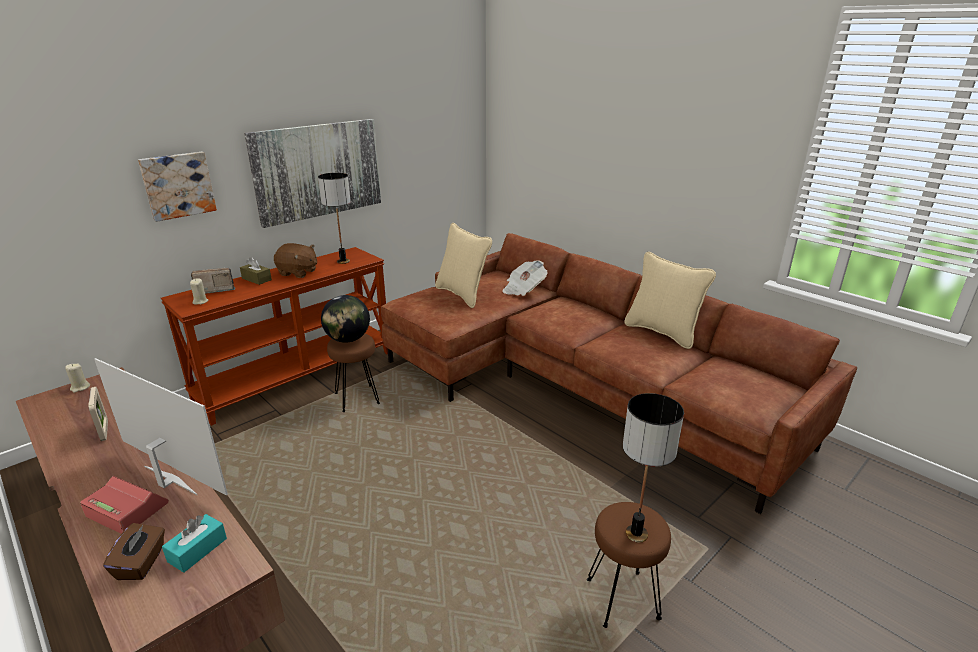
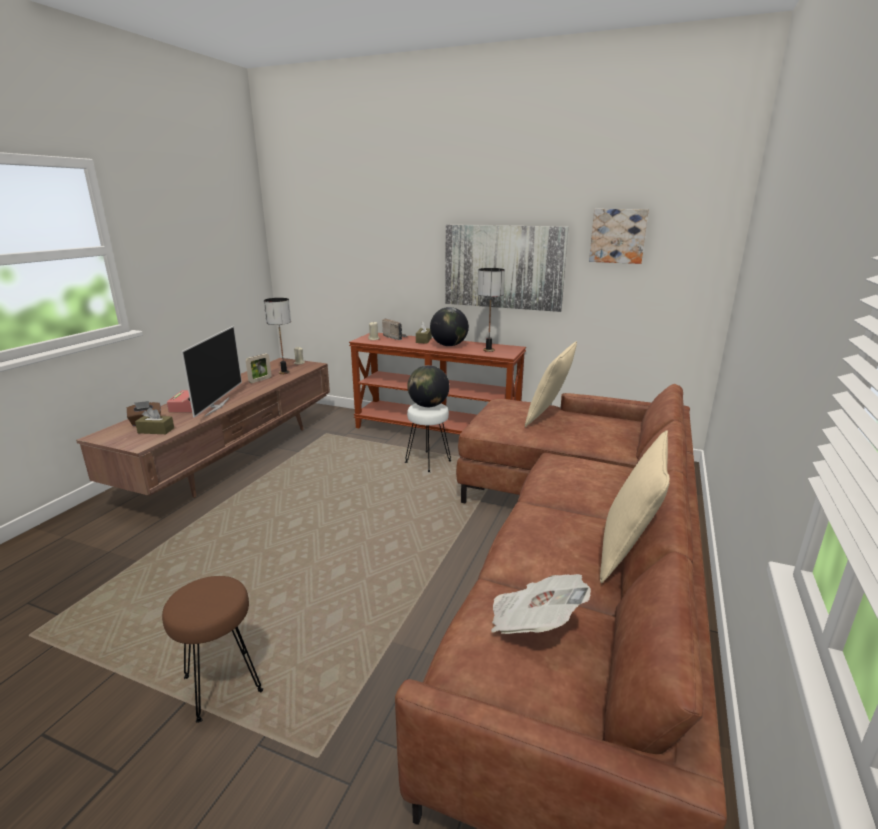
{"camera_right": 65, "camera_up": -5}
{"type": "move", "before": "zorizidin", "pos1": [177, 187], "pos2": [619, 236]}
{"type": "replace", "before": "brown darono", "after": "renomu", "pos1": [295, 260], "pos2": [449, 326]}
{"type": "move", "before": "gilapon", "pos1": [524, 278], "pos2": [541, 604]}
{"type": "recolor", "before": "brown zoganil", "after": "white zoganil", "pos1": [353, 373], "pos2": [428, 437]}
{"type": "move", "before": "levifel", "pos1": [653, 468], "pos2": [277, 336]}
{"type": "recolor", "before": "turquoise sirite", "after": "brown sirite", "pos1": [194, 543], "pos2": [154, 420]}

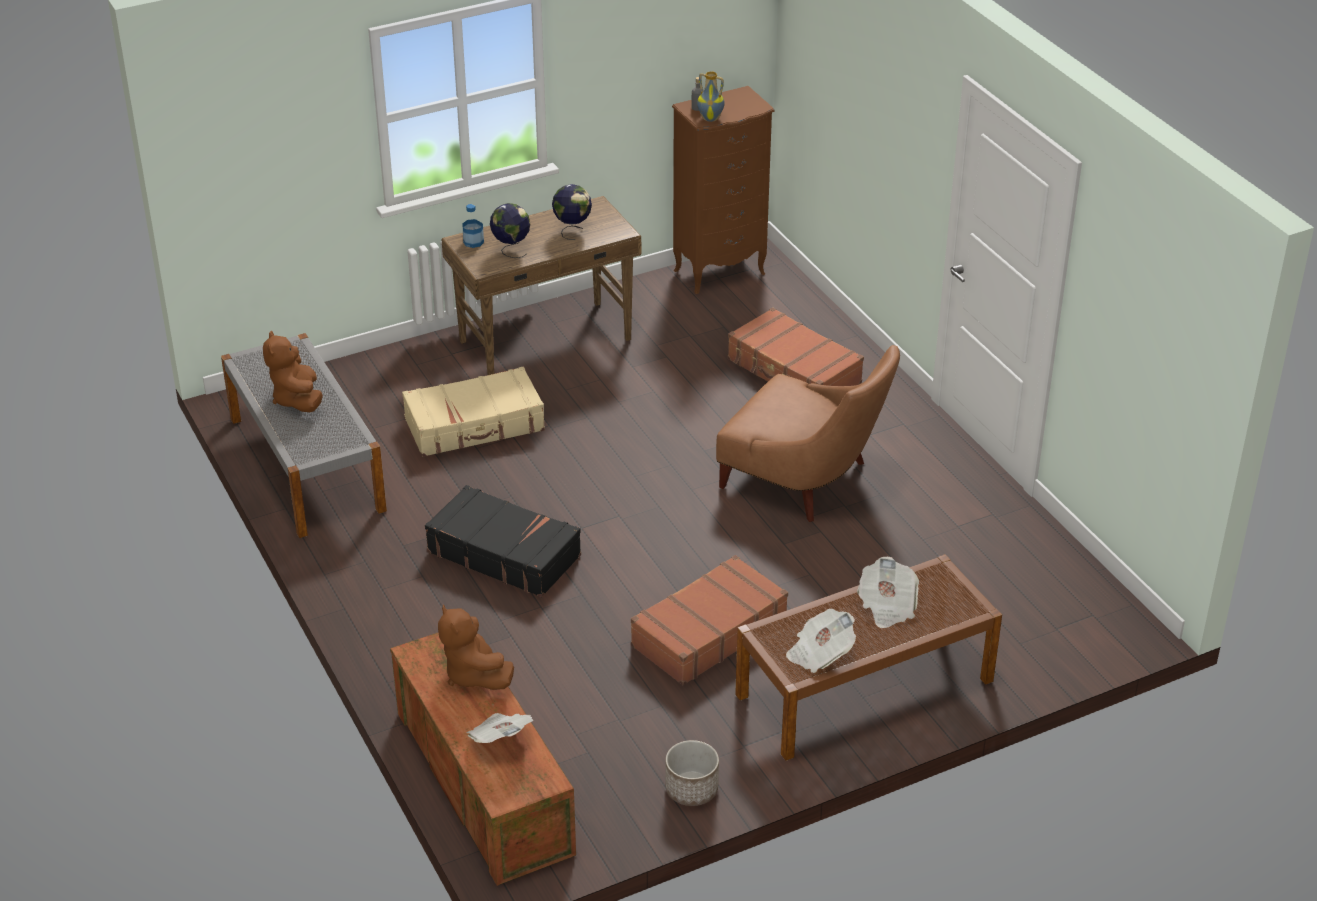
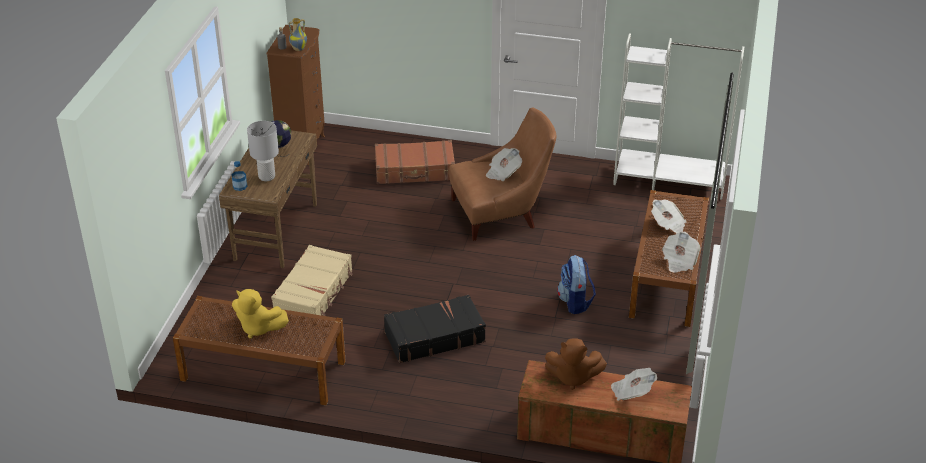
{"camera_right": -50, "camera_up": 0}
{"type": "replace", "before": "renomu", "after": "grey levifel", "pos1": [510, 230], "pos2": [263, 151]}
{"type": "recolor", "before": "brown darono", "after": "yellow darono", "pos1": [293, 371], "pos2": [260, 314]}
{"type": "recolor", "before": "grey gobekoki", "after": "brown gobekoki", "pos1": [304, 435], "pos2": [259, 350]}
{"type": "replace", "before": "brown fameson", "after": "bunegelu", "pos1": [709, 620], "pos2": [576, 284]}
{"type": "delete", "before": "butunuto", "pos1": [692, 773]}
{"type": "insert", "after": "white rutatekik", "pos2": [678, 116]}
{"type": "insert", "after": "gilapon", "pos2": [504, 164]}

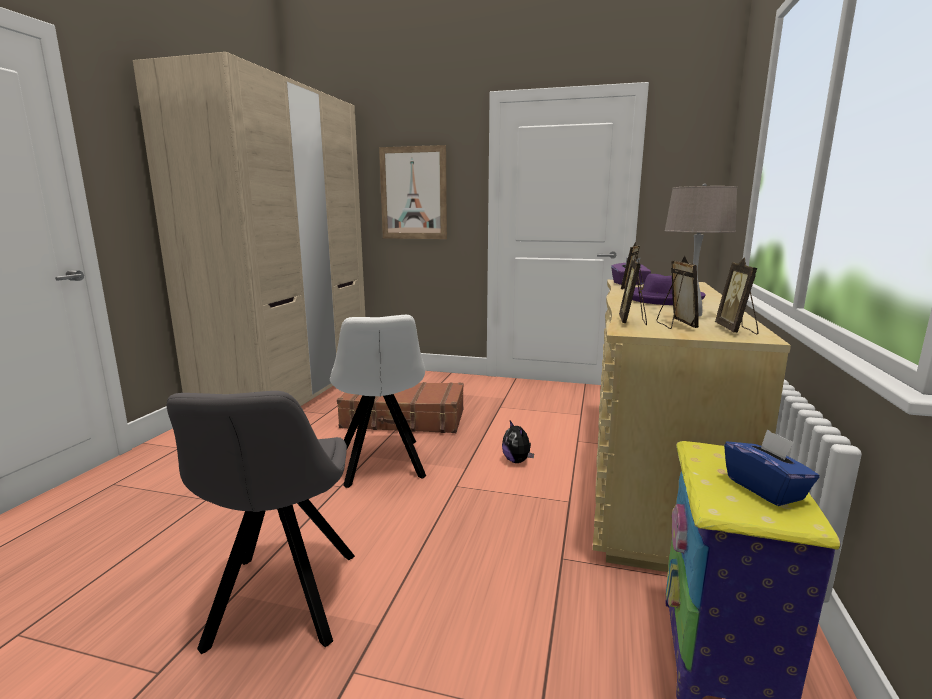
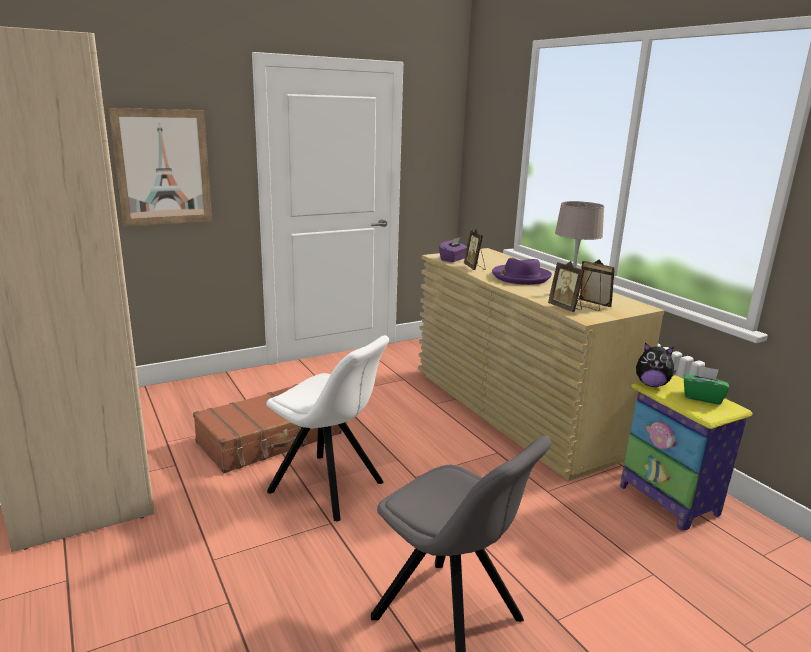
{"camera_right": -45, "camera_up": 5}
{"type": "delete", "before": "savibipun", "pos1": [737, 295]}
{"type": "move", "before": "darono", "pos1": [518, 442], "pos2": [656, 365]}
{"type": "recolor", "before": "blue sirite", "after": "green sirite", "pos1": [771, 467], "pos2": [706, 385]}

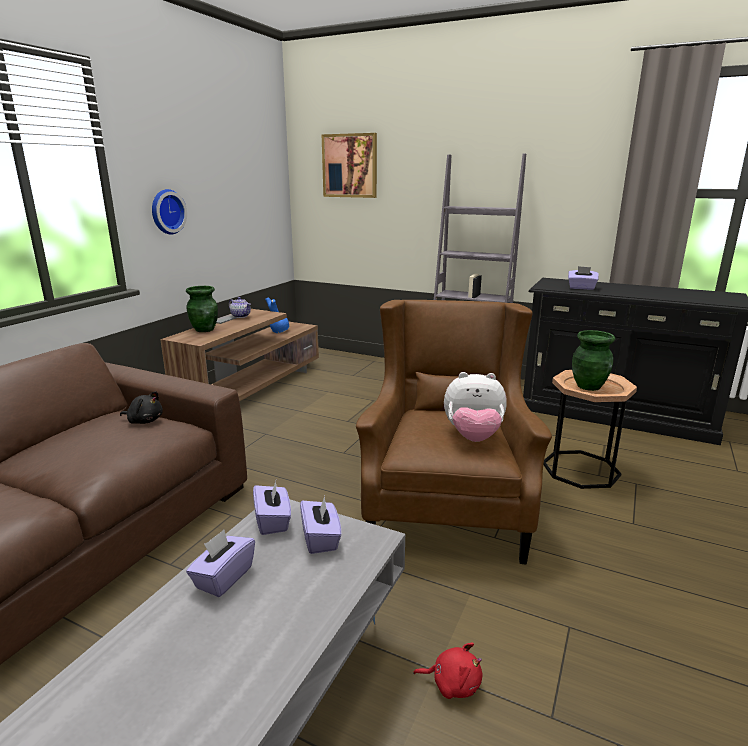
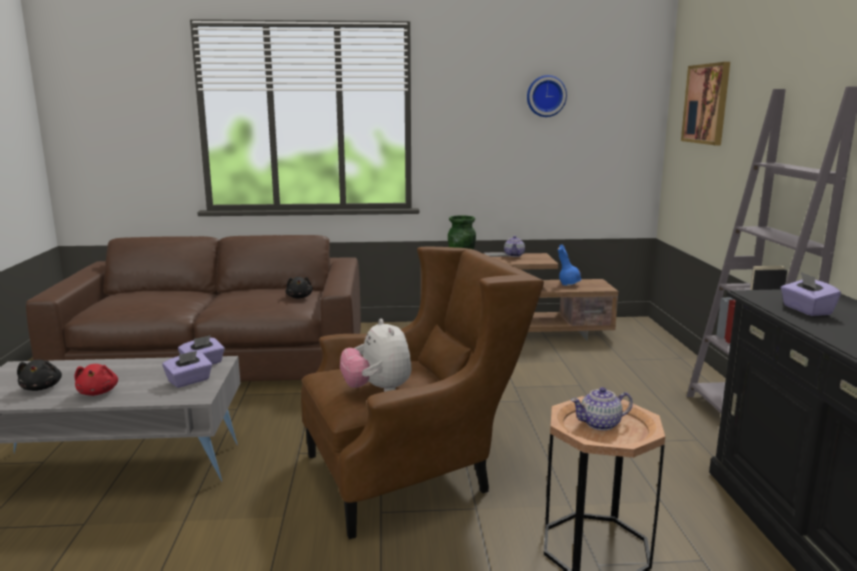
{"camera_right": 60, "camera_up": -5}
{"type": "move", "before": "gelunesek", "pos1": [169, 212], "pos2": [547, 96]}
{"type": "replace", "before": "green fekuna", "after": "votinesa", "pos1": [593, 360], "pos2": [602, 409]}
{"type": "delete", "before": "purple sirite", "pos1": [220, 563]}
{"type": "move", "before": "red darono", "pos1": [447, 671], "pos2": [96, 380]}
{"type": "insert", "after": "black darono", "pos2": [39, 375]}

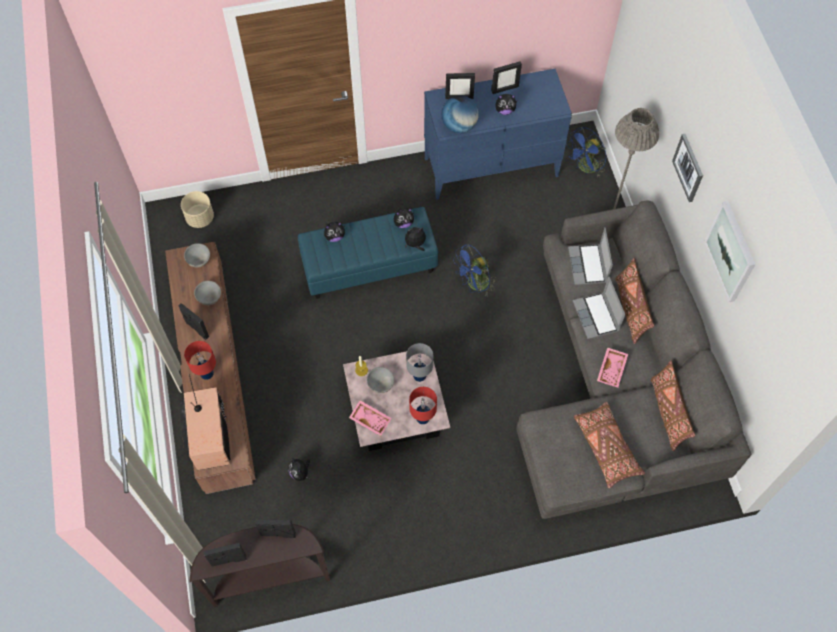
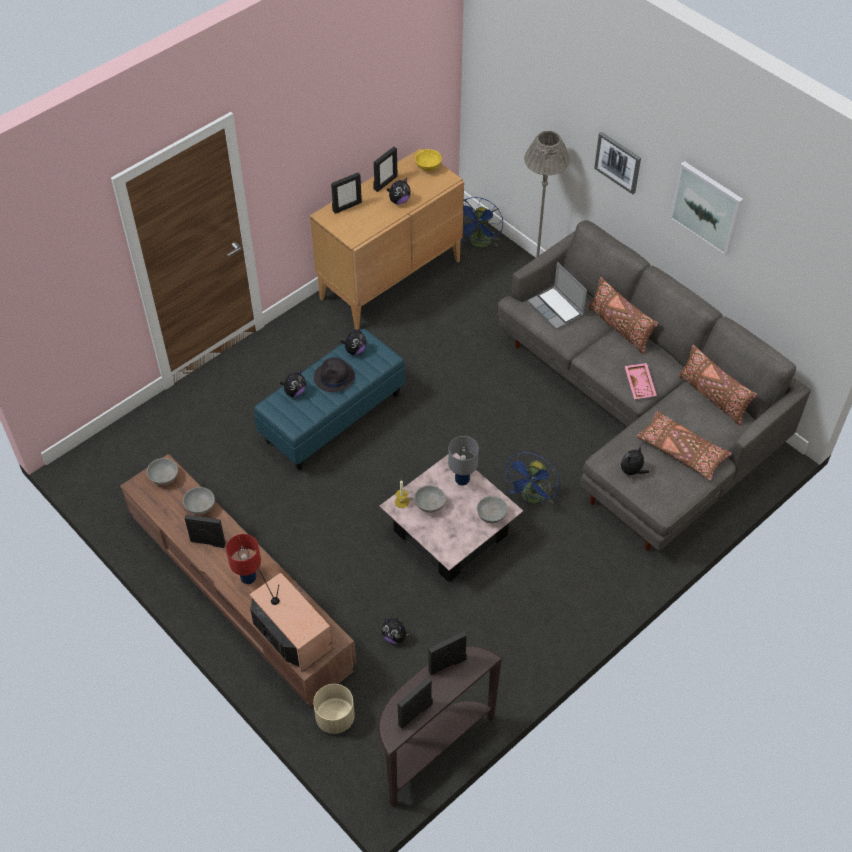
{"camera_right": -30, "camera_up": -10}
{"type": "recolor", "before": "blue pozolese", "after": "brown pozolese", "pos1": [498, 134], "pos2": [387, 239]}
{"type": "delete", "before": "renomu", "pos1": [460, 114]}
{"type": "move", "before": "beige butunuto", "pos1": [197, 209], "pos2": [334, 709]}
{"type": "move", "before": "darono", "pos1": [415, 239], "pos2": [635, 462]}
{"type": "move", "before": "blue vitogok", "pos1": [474, 269], "pos2": [531, 478]}
{"type": "delete", "before": "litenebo", "pos1": [599, 307]}
{"type": "replace", "before": "red levifel", "after": "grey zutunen", "pos1": [423, 405], "pos2": [492, 510]}
{"type": "delete", "before": "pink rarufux", "pos1": [370, 418]}
{"type": "insert", "after": "yellow zutunen", "pos2": [428, 160]}
{"type": "insert", "after": "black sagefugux", "pos2": [334, 374]}

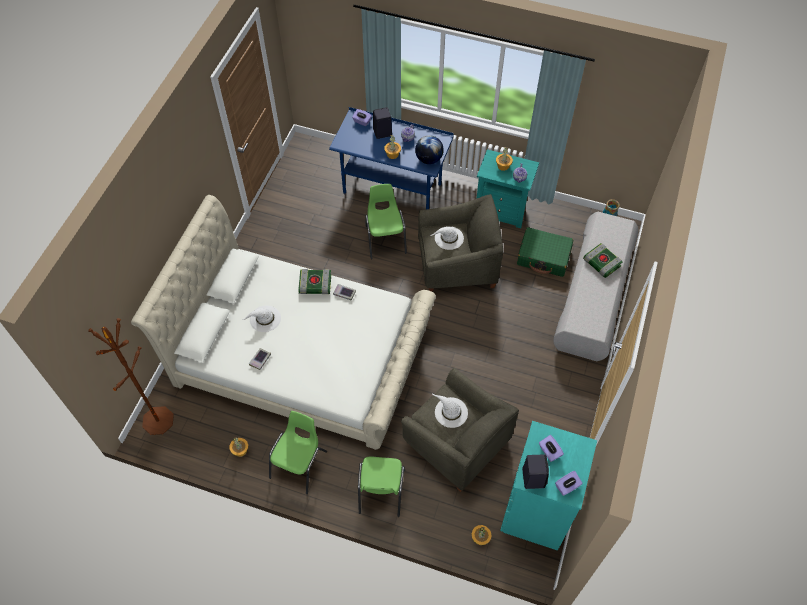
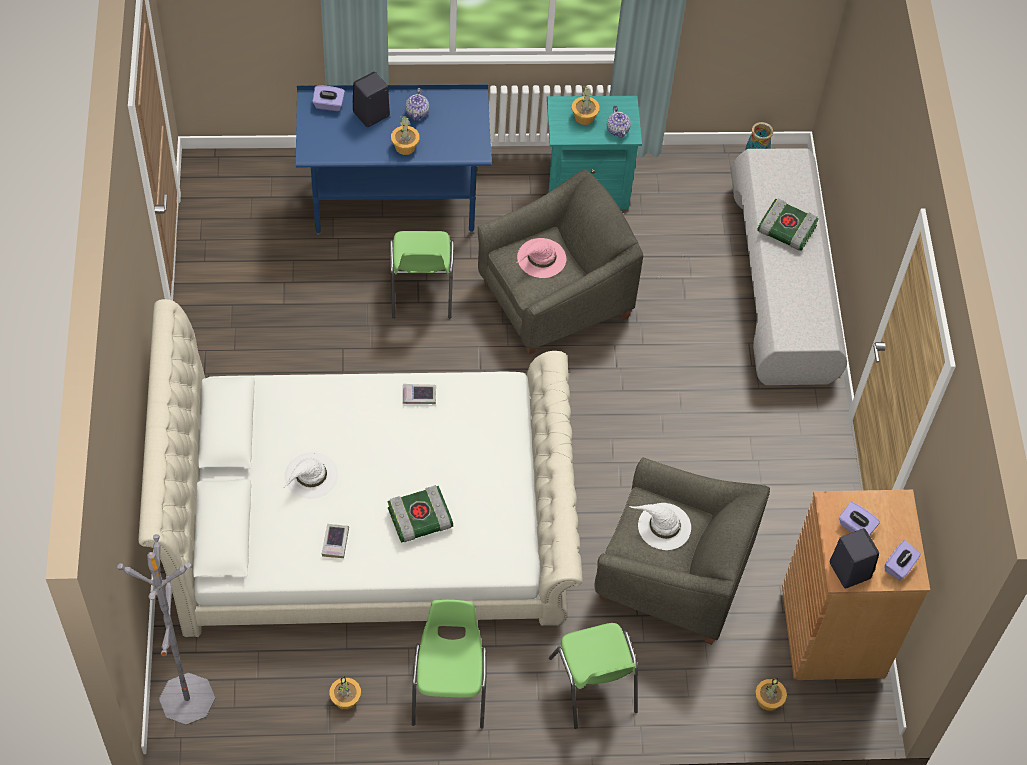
{"camera_right": -25, "camera_up": 0}
{"type": "delete", "before": "renomu", "pos1": [429, 149]}
{"type": "rotate", "before": "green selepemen", "pos1": [386, 221], "pos2": [422, 274], "turn": -150}
{"type": "recolor", "before": "white sagefugux", "after": "pink sagefugux", "pos1": [447, 238], "pos2": [541, 258]}
{"type": "delete", "before": "green fameson", "pos1": [545, 252]}
{"type": "move", "before": "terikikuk", "pos1": [314, 281], "pos2": [420, 514]}
{"type": "recolor", "before": "brown rutatekik", "after": "grey rutatekik", "pos1": [131, 376], "pos2": [166, 629]}
{"type": "recolor", "before": "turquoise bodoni", "after": "brown bodoni", "pos1": [548, 486], "pos2": [856, 585]}

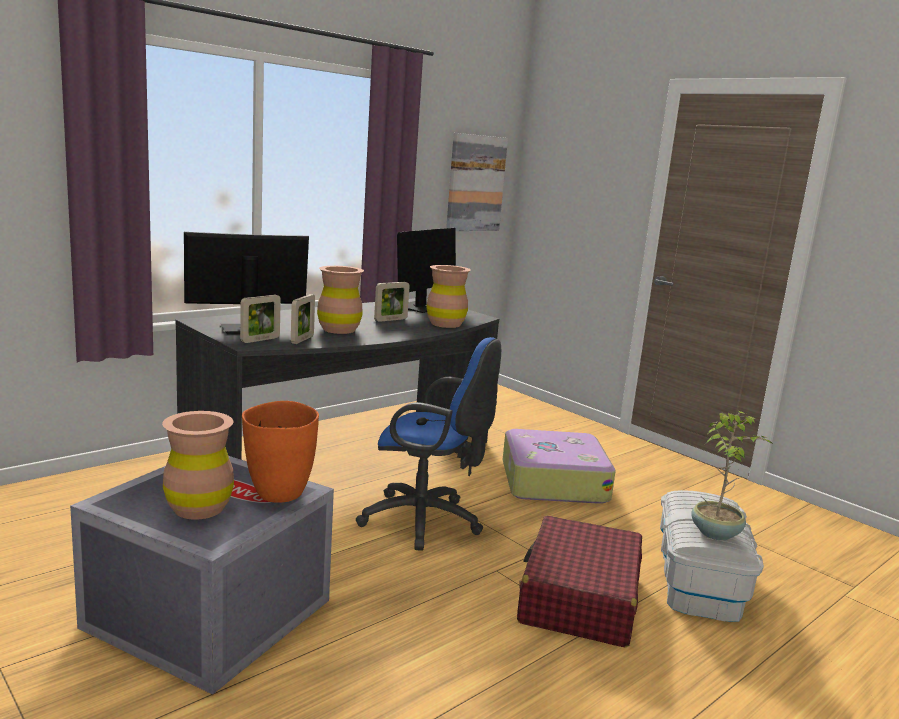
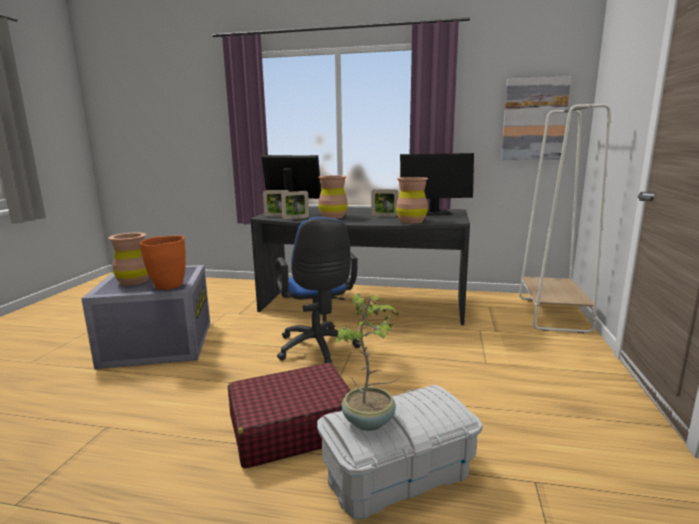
{"camera_right": 55, "camera_up": 0}
{"type": "delete", "before": "fameson", "pos1": [559, 466]}
{"type": "insert", "after": "rutatekik", "pos2": [565, 218]}

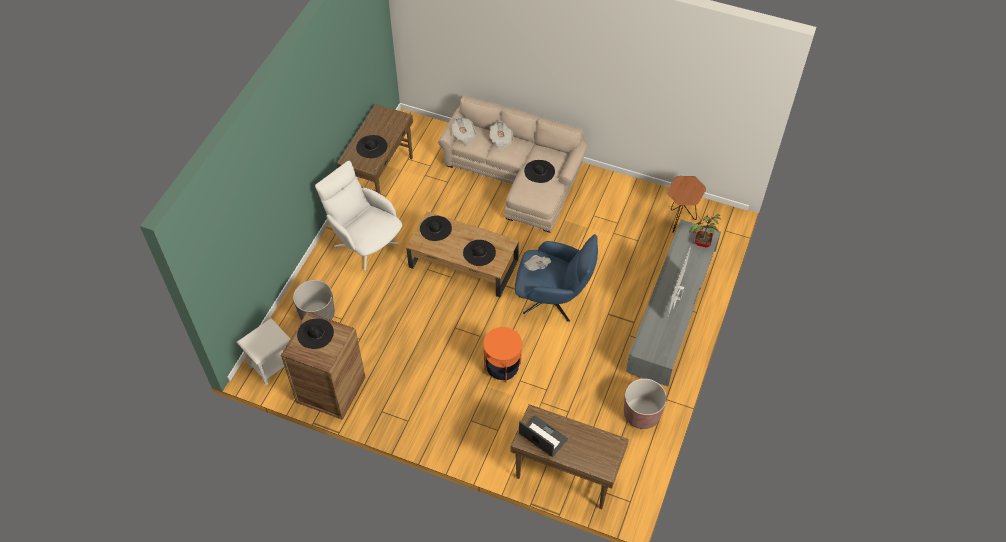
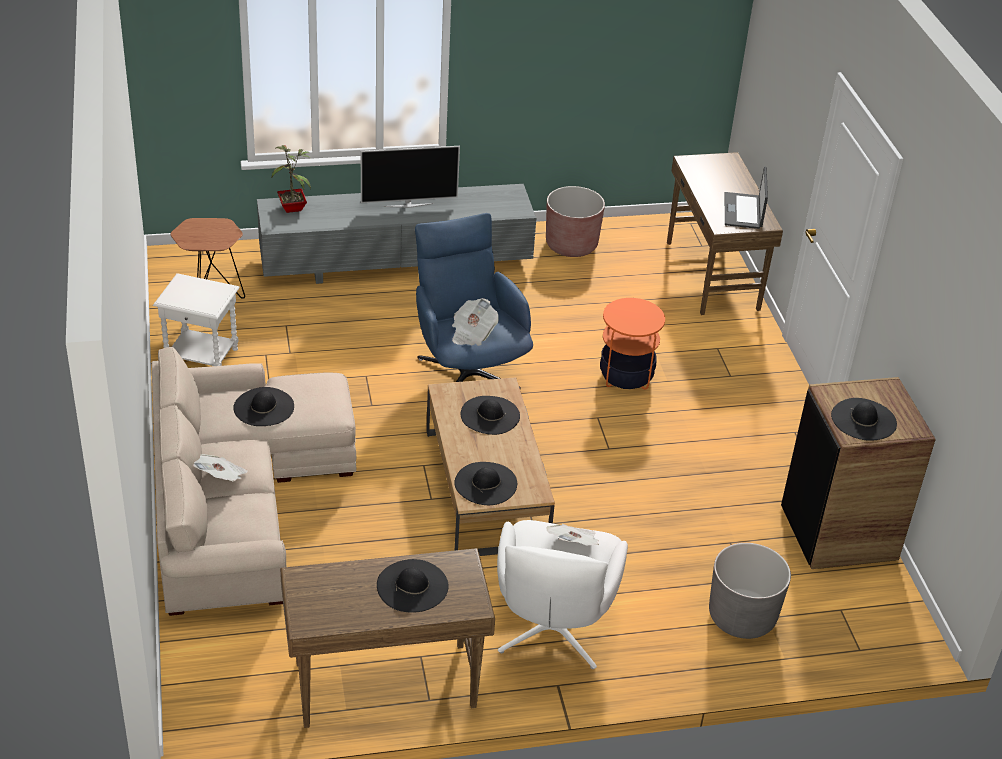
{"camera_right": -125, "camera_up": -15}
{"type": "move", "before": "gilapon", "pos1": [464, 131], "pos2": [572, 535]}
{"type": "move", "before": "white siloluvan", "pos1": [263, 351], "pos2": [196, 319]}

